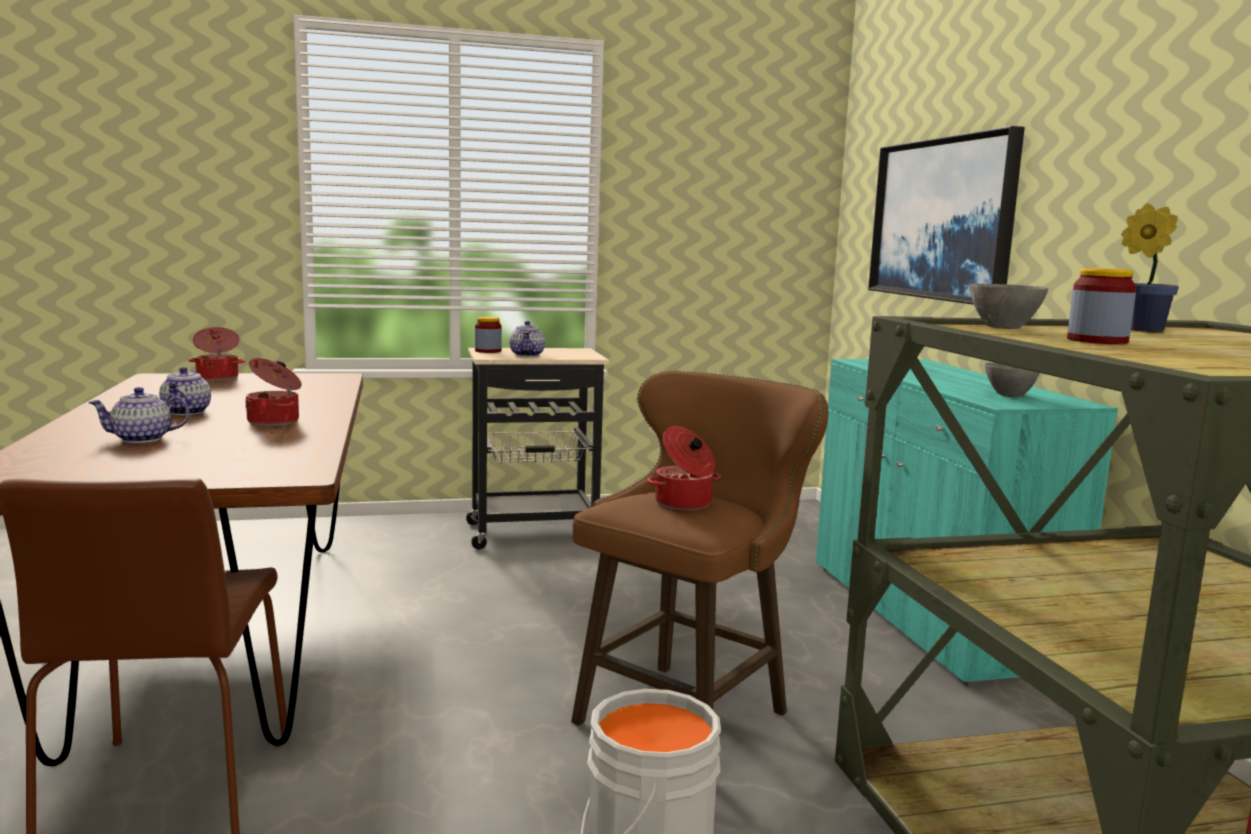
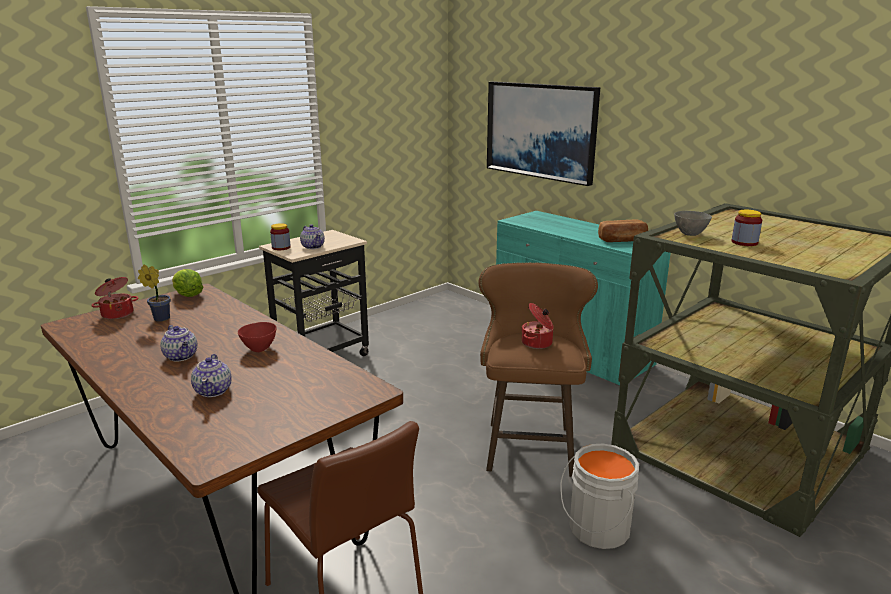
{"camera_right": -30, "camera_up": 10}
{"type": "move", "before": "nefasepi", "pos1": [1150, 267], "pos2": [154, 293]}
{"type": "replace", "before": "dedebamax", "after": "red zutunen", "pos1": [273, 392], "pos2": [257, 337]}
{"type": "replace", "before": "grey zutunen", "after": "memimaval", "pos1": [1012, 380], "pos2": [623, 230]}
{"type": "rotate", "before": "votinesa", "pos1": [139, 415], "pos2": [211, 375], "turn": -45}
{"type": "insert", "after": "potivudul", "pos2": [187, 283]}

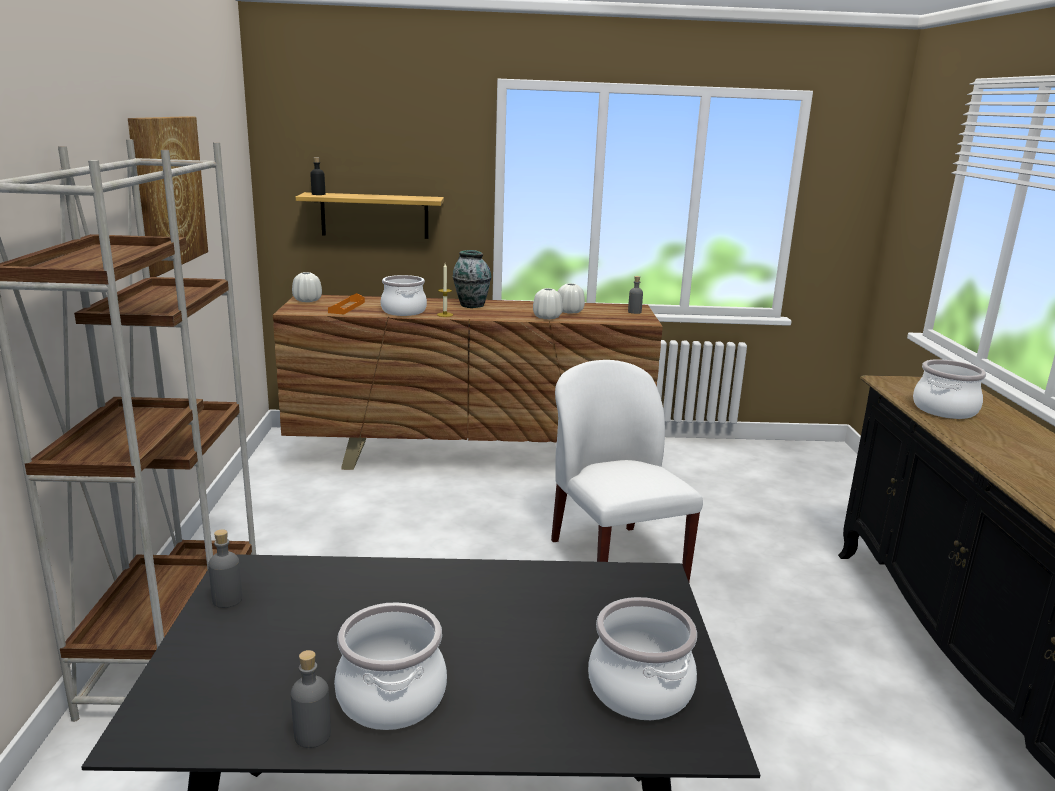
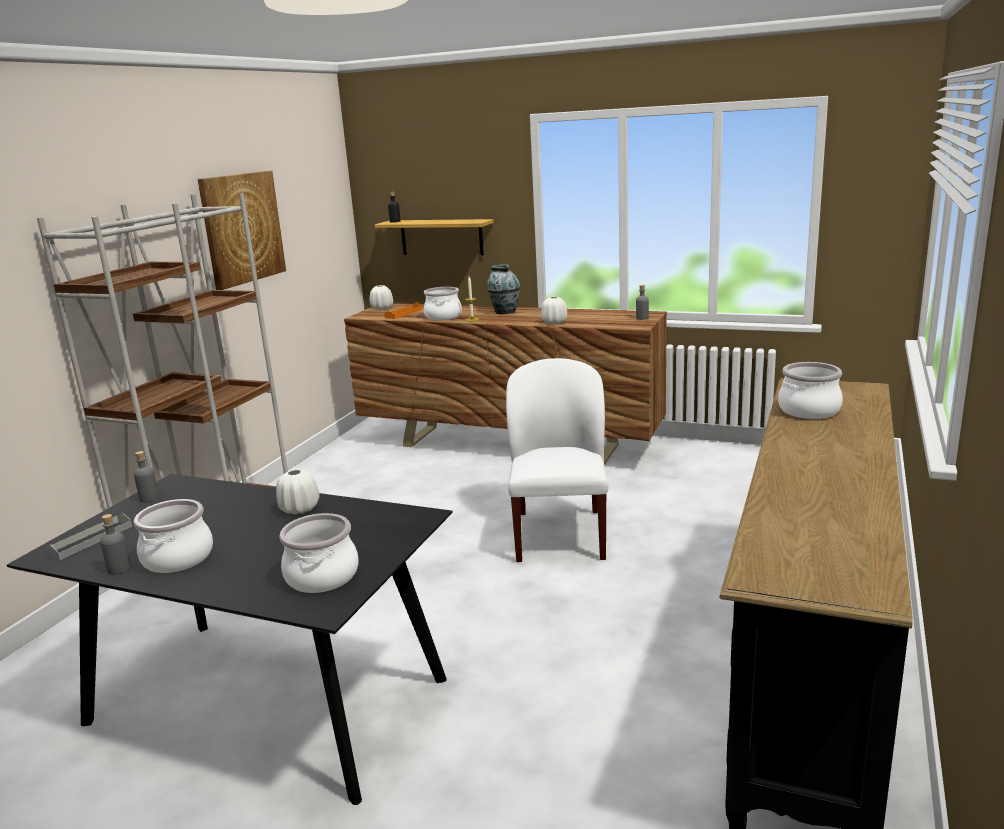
{"camera_right": 25, "camera_up": 0}
{"type": "move", "before": "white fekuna", "pos1": [571, 298], "pos2": [297, 492]}
{"type": "insert", "after": "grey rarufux", "pos2": [88, 536]}

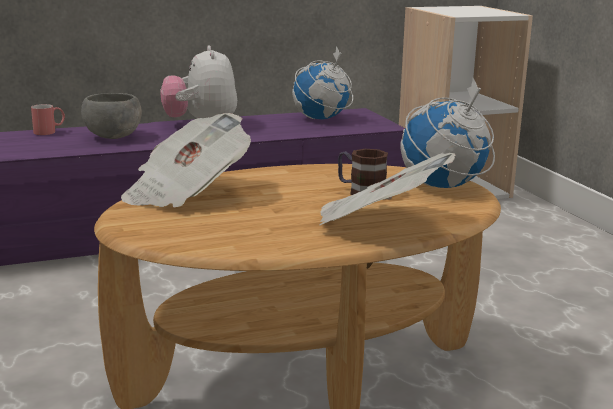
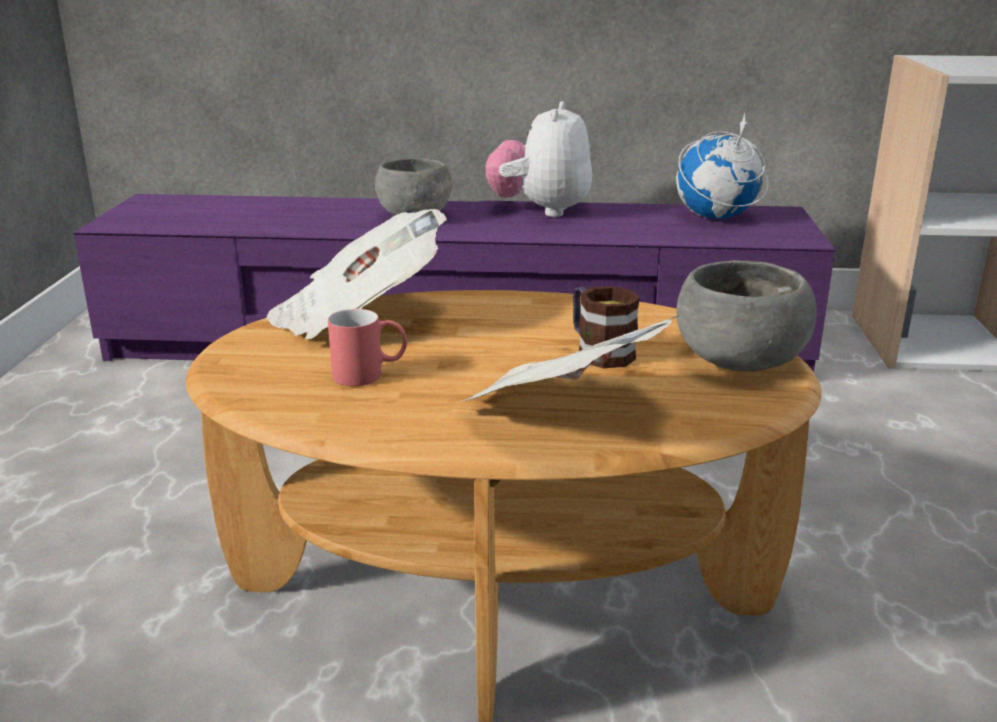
{"camera_right": 25, "camera_up": 5}
{"type": "replace", "before": "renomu", "after": "grey zutunen", "pos1": [447, 133], "pos2": [747, 315]}
{"type": "move", "before": "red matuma", "pos1": [48, 119], "pos2": [367, 347]}

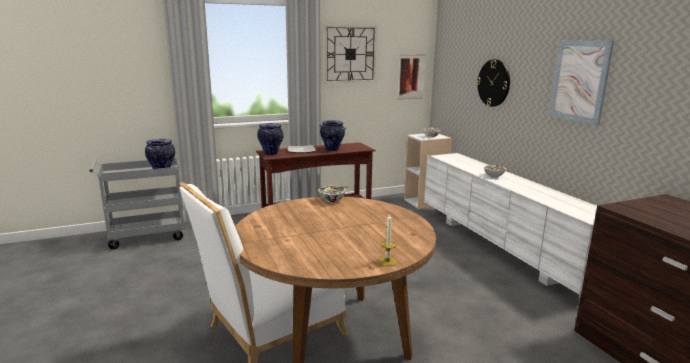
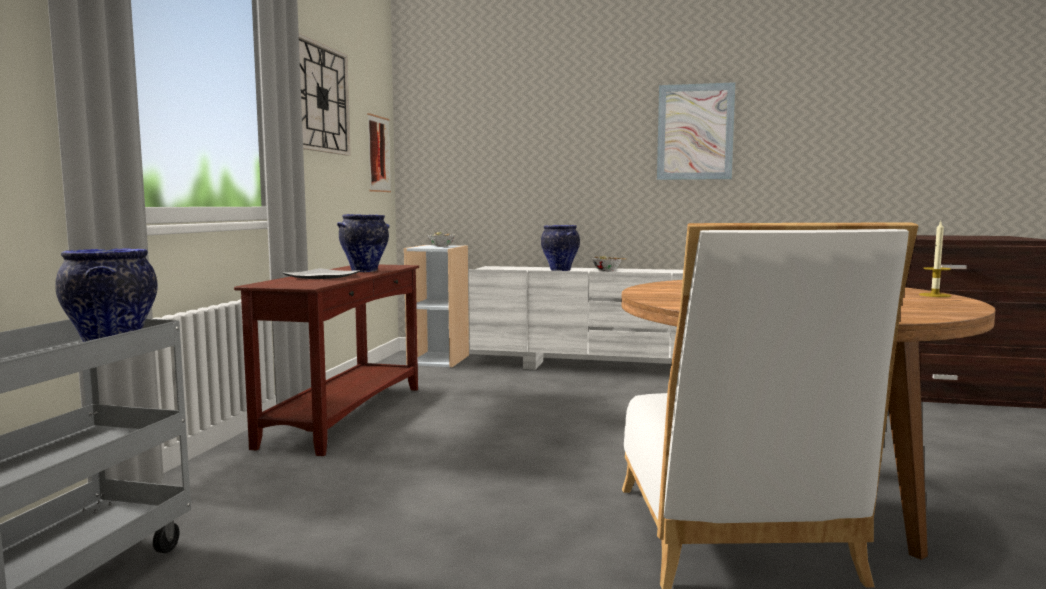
{"camera_right": -55, "camera_up": -10}
{"type": "delete", "before": "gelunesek", "pos1": [493, 83]}
{"type": "move", "before": "fekuna", "pos1": [270, 139], "pos2": [560, 248]}
{"type": "delete", "before": "zutunen", "pos1": [331, 194]}

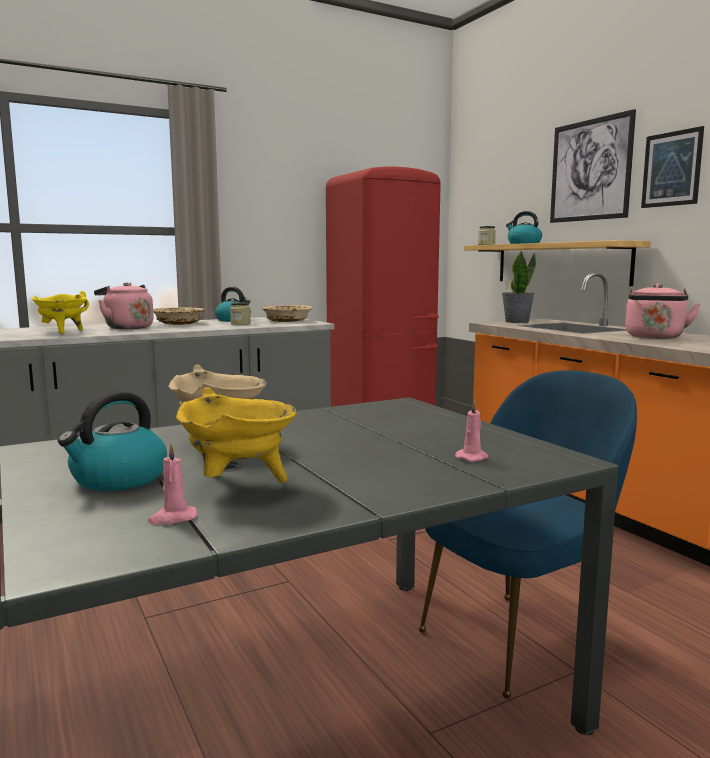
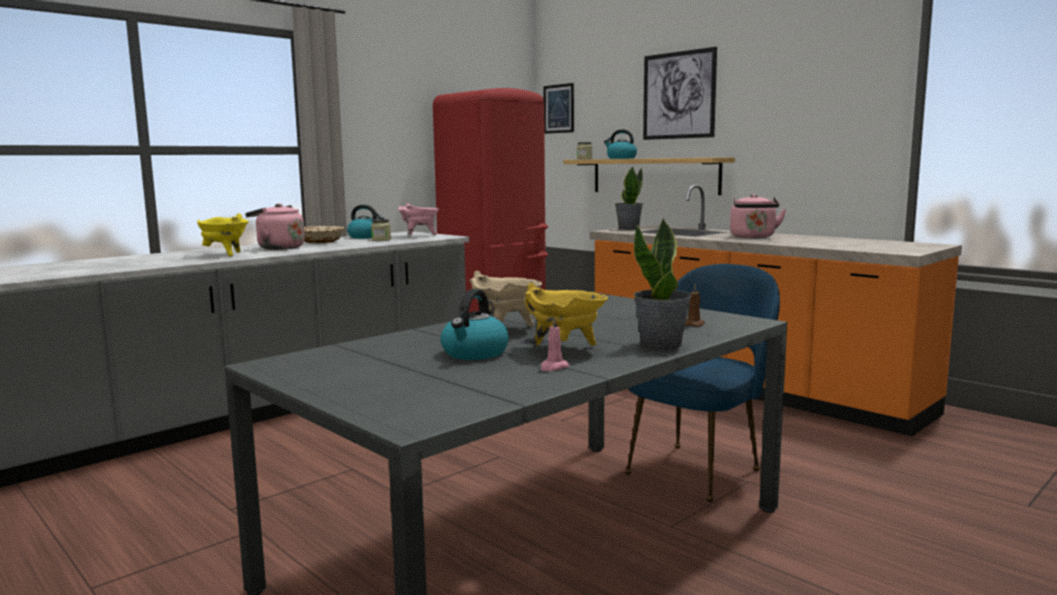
{"camera_right": -15, "camera_up": 0}
{"type": "move", "before": "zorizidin", "pos1": [672, 167], "pos2": [559, 108]}
{"type": "replace", "before": "beige zutunen", "after": "pink dedebamax", "pos1": [287, 313], "pos2": [419, 219]}
{"type": "recolor", "before": "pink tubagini", "after": "brown tubagini", "pos1": [471, 431], "pos2": [695, 305]}
{"type": "insert", "after": "nefasepi", "pos2": [662, 284]}

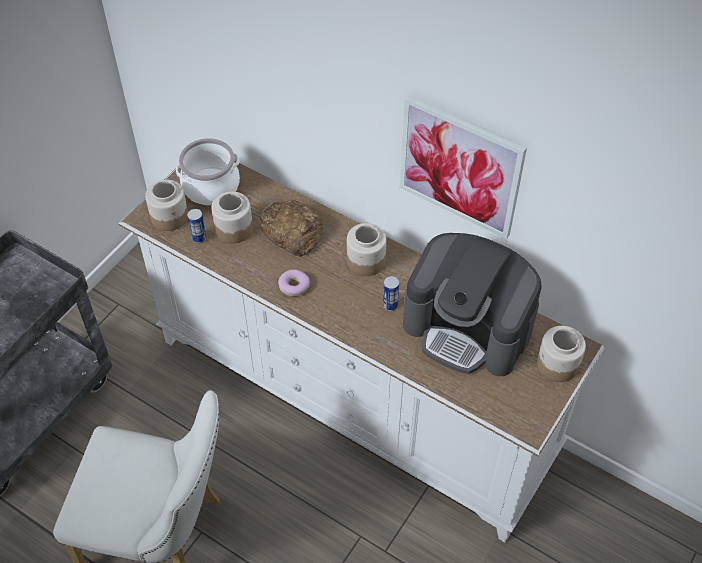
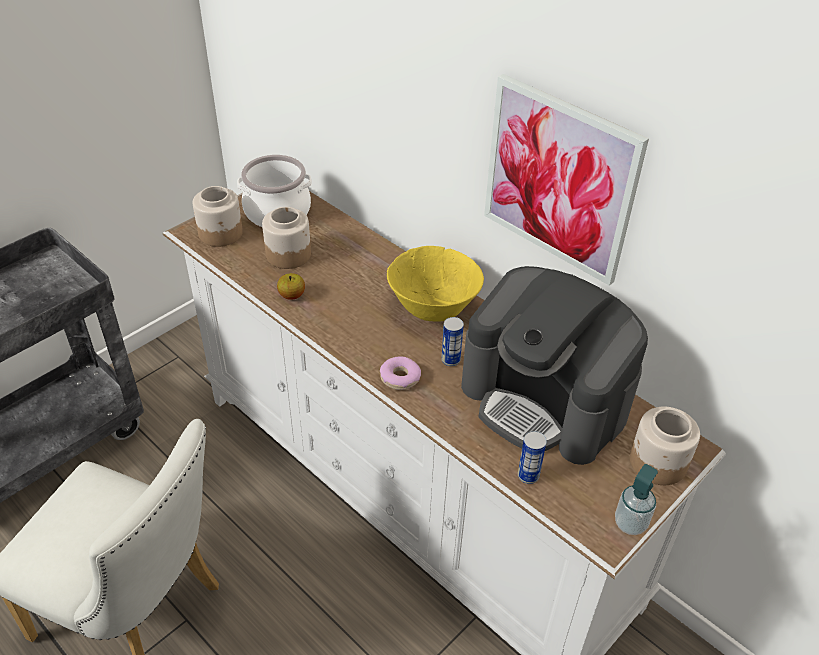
{"camera_right": 10, "camera_up": -10}
{"type": "delete", "before": "memimaval", "pos1": [291, 228]}
{"type": "move", "before": "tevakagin", "pos1": [196, 226], "pos2": [532, 457]}
{"type": "replace", "before": "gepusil", "after": "yellow zutunen", "pos1": [367, 249], "pos2": [435, 284]}
{"type": "move", "before": "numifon", "pos1": [294, 282], "pos2": [400, 373]}
{"type": "insert", "after": "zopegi", "pos2": [291, 286]}
{"type": "insert", "after": "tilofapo", "pos2": [636, 499]}

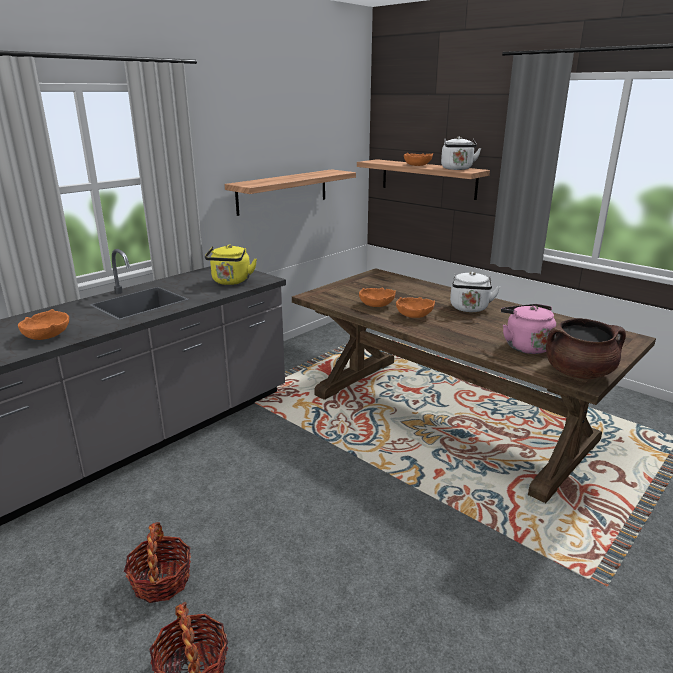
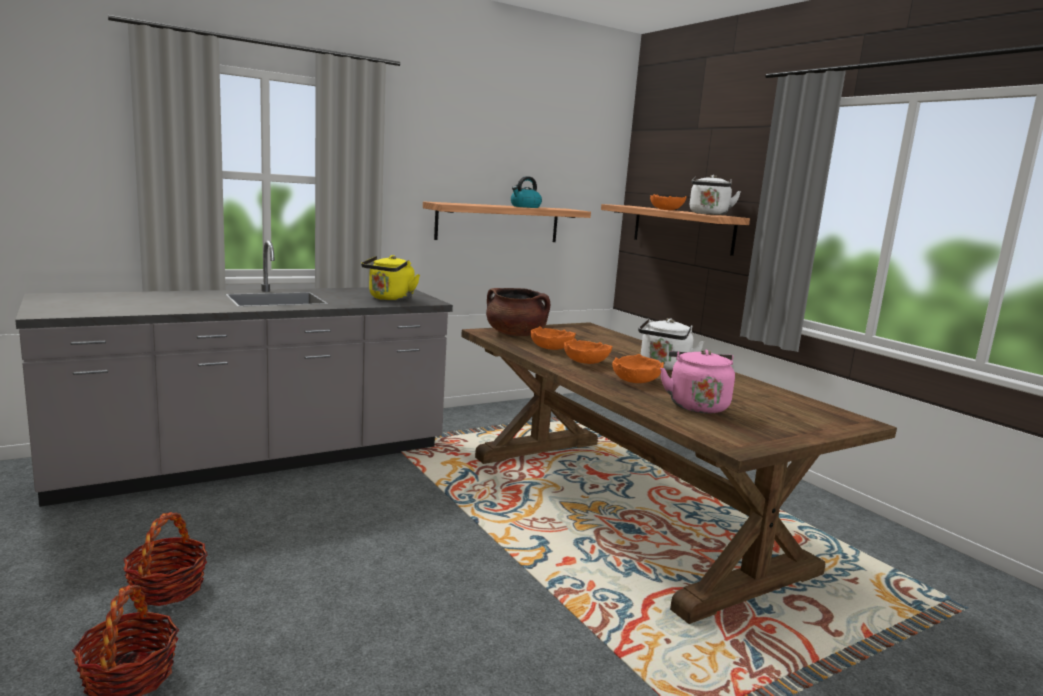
{"camera_right": 15, "camera_up": -10}
{"type": "move", "before": "orange zutunen", "pos1": [43, 324], "pos2": [638, 368]}
{"type": "move", "before": "brown dedebamax", "pos1": [586, 348], "pos2": [518, 312]}
{"type": "insert", "after": "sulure", "pos2": [526, 192]}

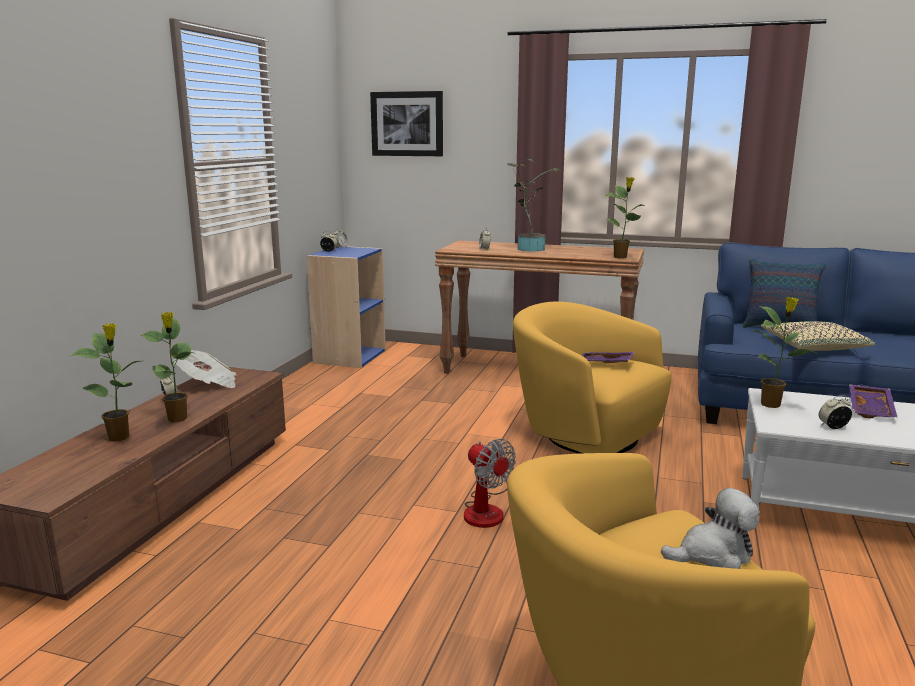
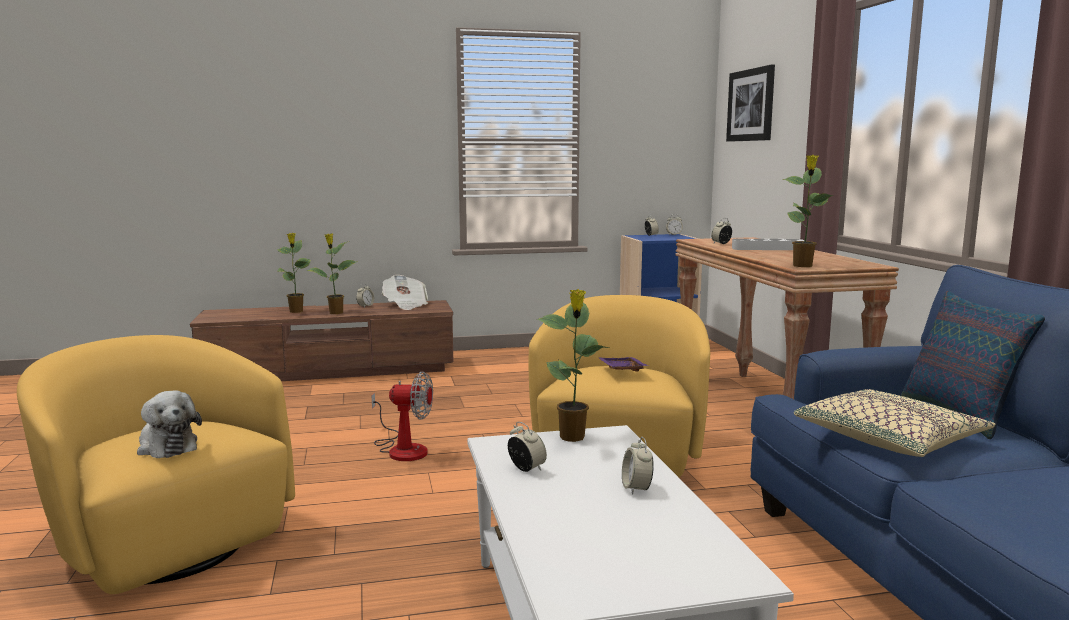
{"camera_right": 60, "camera_up": -5}
{"type": "replace", "before": "nefasepi", "after": "grey rarufux", "pos1": [533, 205], "pos2": [768, 244]}
{"type": "replace", "before": "purple rarufux", "after": "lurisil", "pos1": [873, 401], "pos2": [638, 466]}
{"type": "rotate", "before": "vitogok", "pos1": [490, 483], "pos2": [402, 416], "turn": -105}

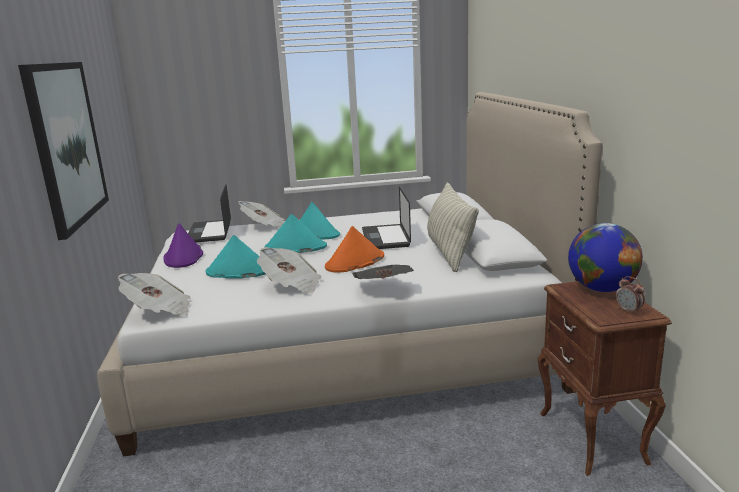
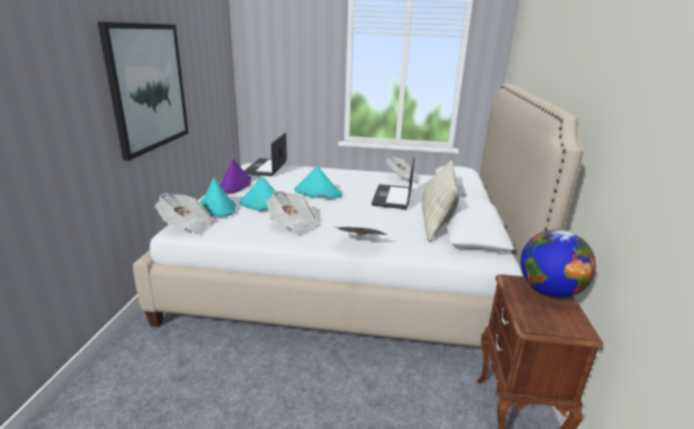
{"camera_right": 15, "camera_up": 5}
{"type": "move", "before": "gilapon", "pos1": [261, 214], "pos2": [402, 169]}
{"type": "move", "before": "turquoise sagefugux", "pos1": [320, 221], "pos2": [218, 197]}
{"type": "delete", "before": "orange sagefugux", "pos1": [354, 249]}
{"type": "delete", "before": "lurisil", "pos1": [630, 295]}

